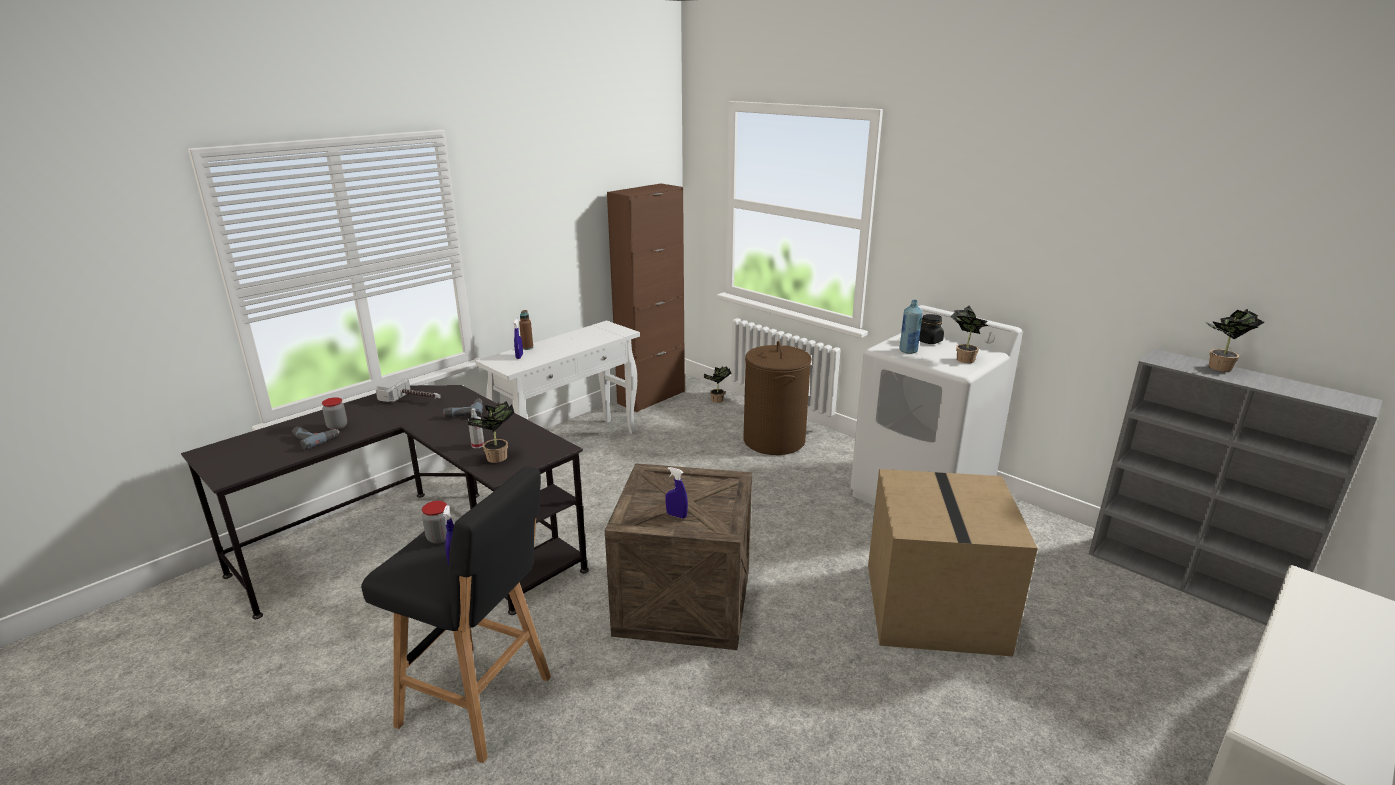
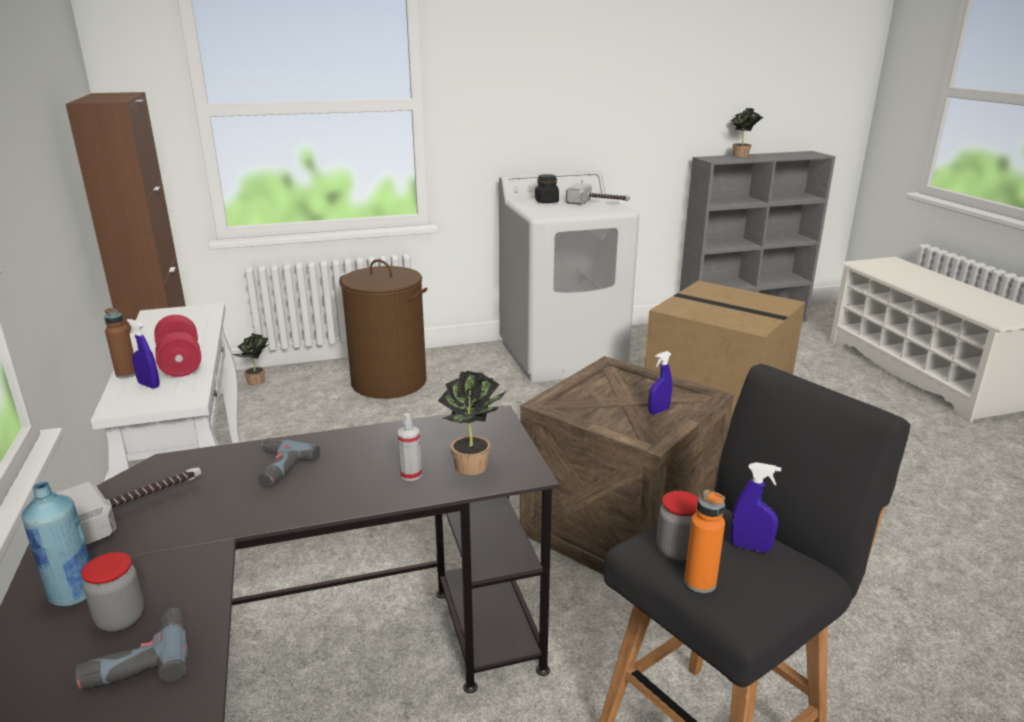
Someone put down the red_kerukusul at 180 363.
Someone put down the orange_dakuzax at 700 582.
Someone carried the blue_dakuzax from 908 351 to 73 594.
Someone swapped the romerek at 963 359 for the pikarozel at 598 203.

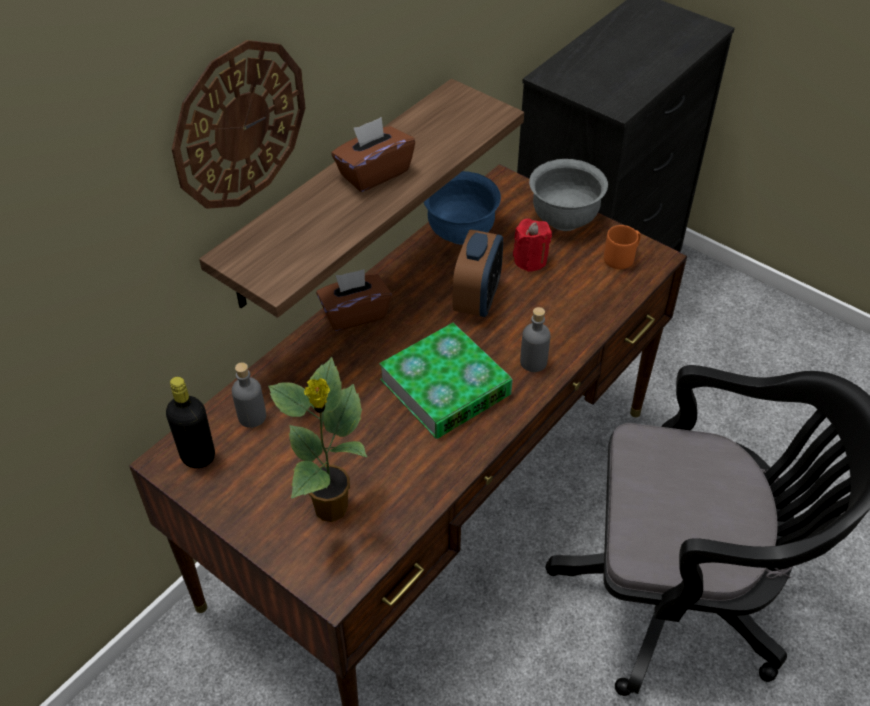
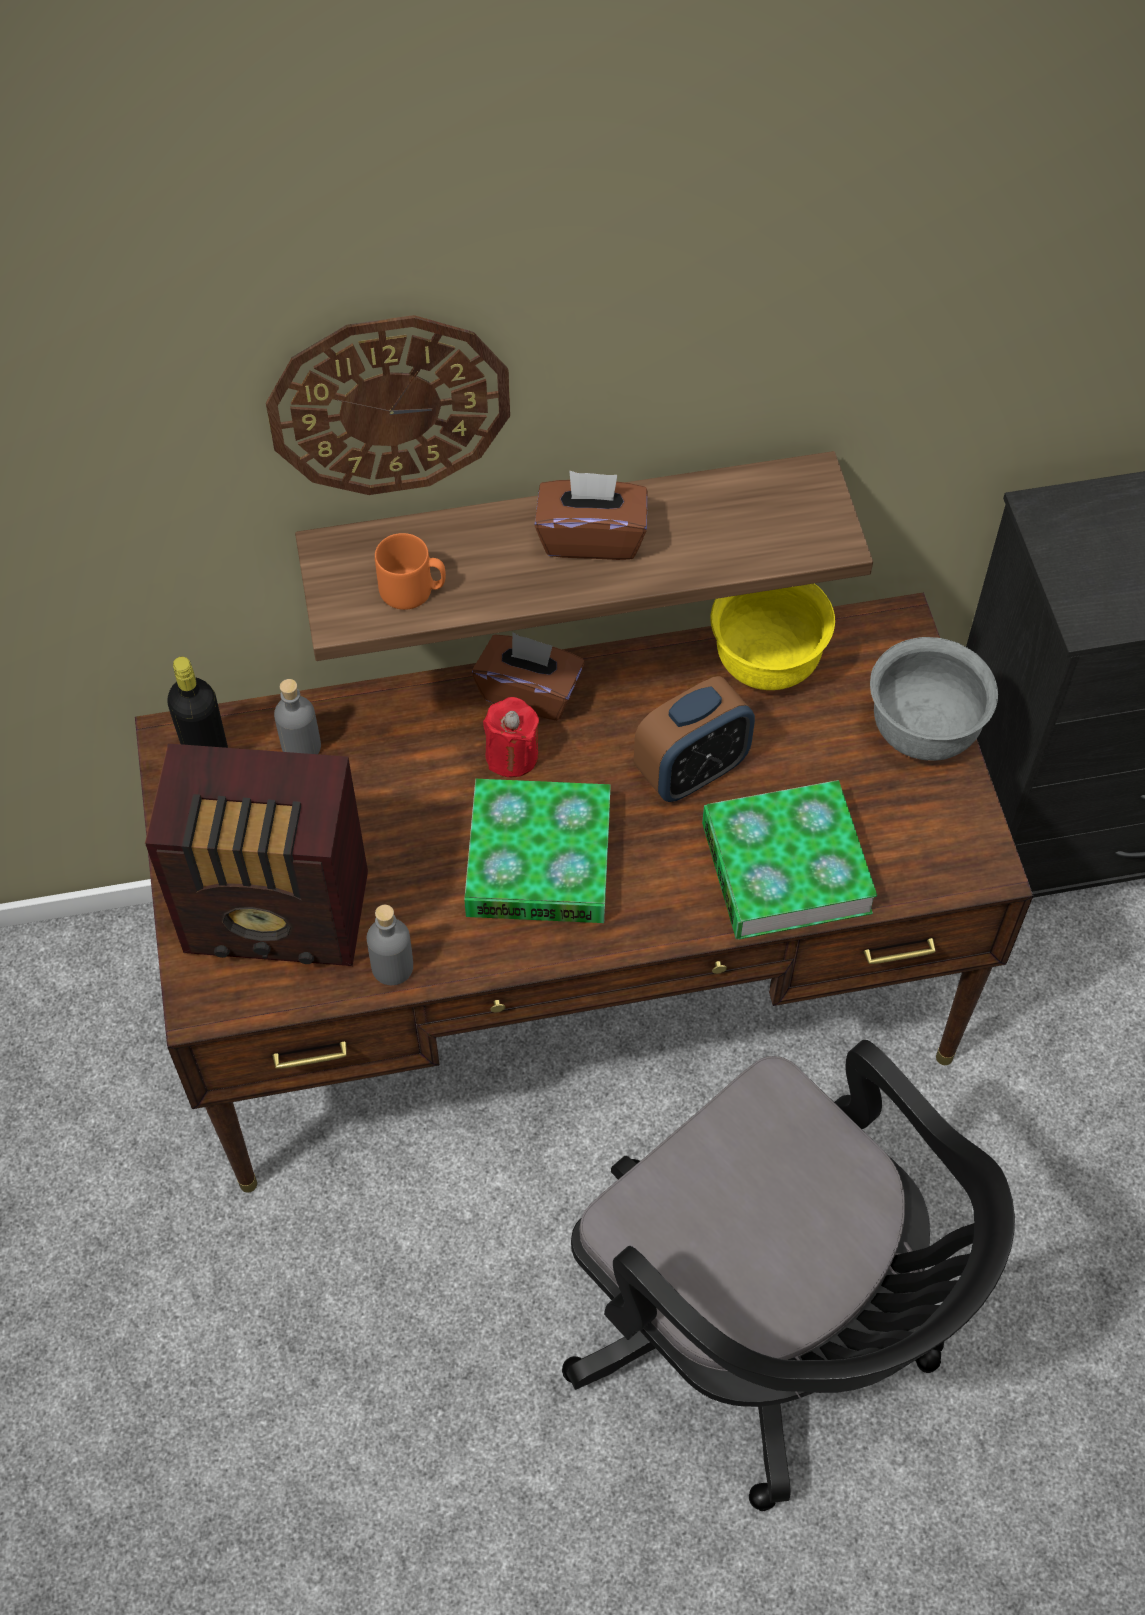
Someone put down the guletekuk at 785 868.
Someone carried the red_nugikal from 530 260 to 512 755.
Someone carried the grey_dakuzax from 533 362 to 392 967.
Someone carried the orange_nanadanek from 621 258 to 413 590.
Someone swapped the romerek at 331 510 for the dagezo at 280 917.
Someone repainted the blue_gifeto at 460 233, which became the yellow_gifeto at 766 663.

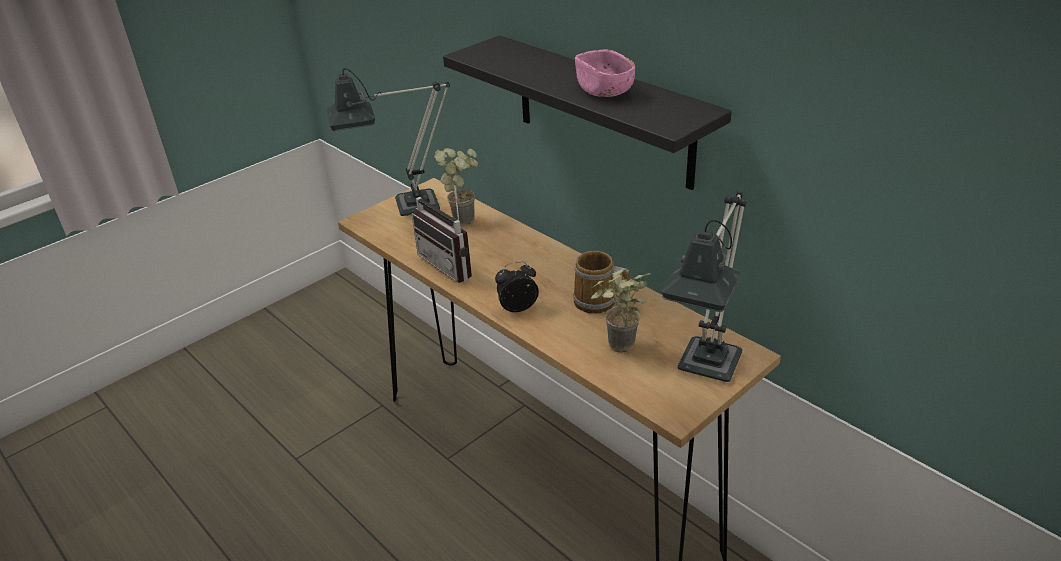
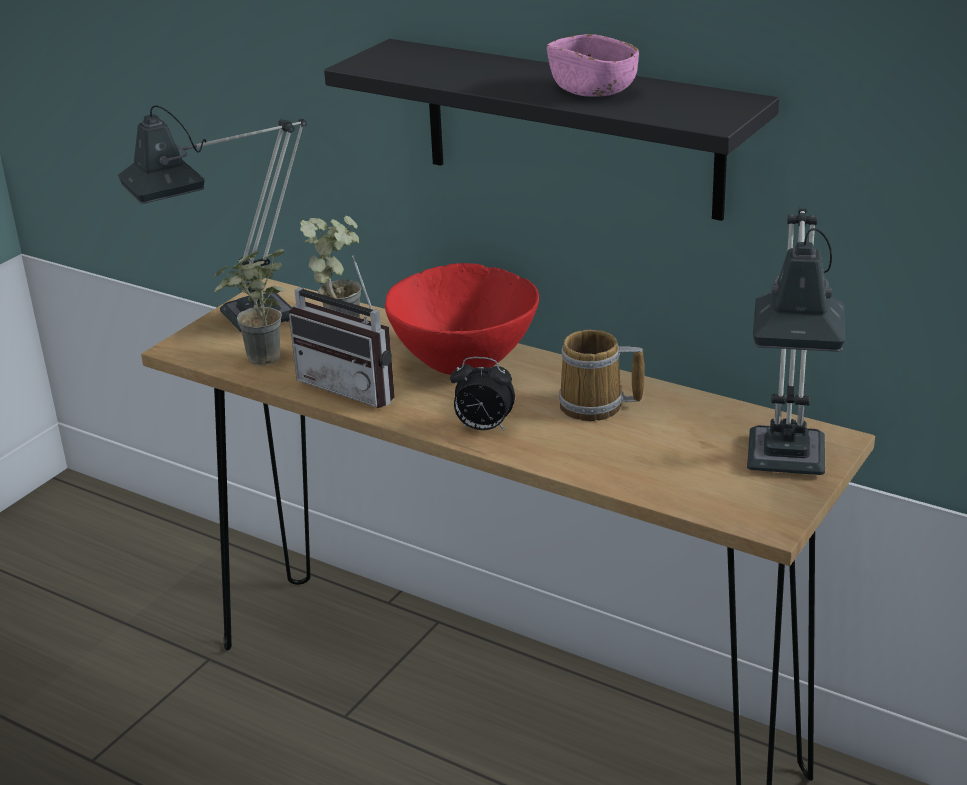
Someone put down the red_gifeto at 465 363.
Someone carried the romerek from 617 350 to 259 363.
Someone rotated the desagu at 518 307 by 135 degrees counterclockwise.

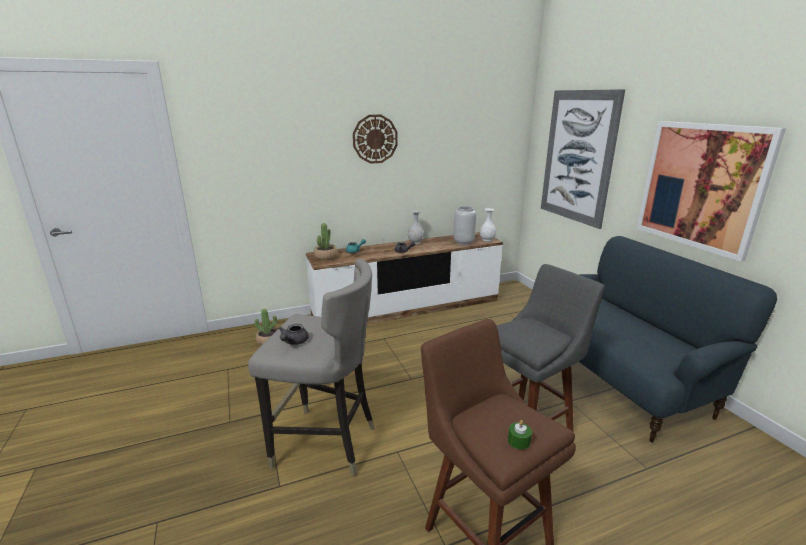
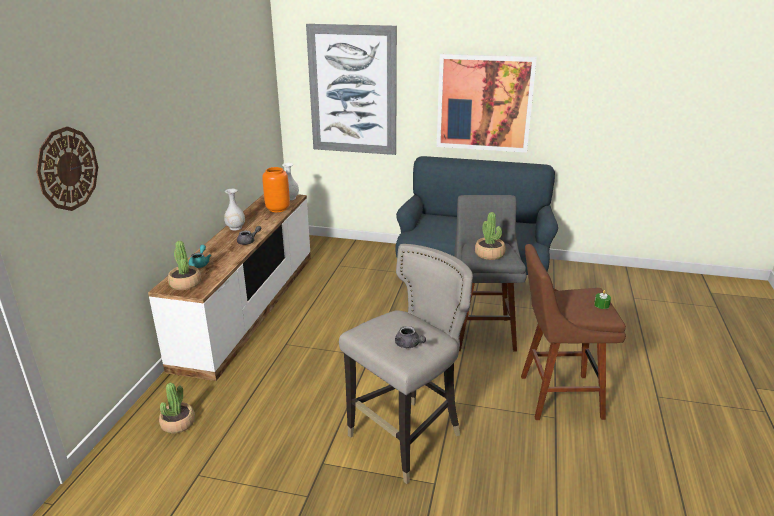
Someone put down the romerek at 489 254.
Someone carried the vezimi from 375 139 to 67 169.
Someone repainted the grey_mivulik at 463 242, which became the orange_mivulik at 277 209.

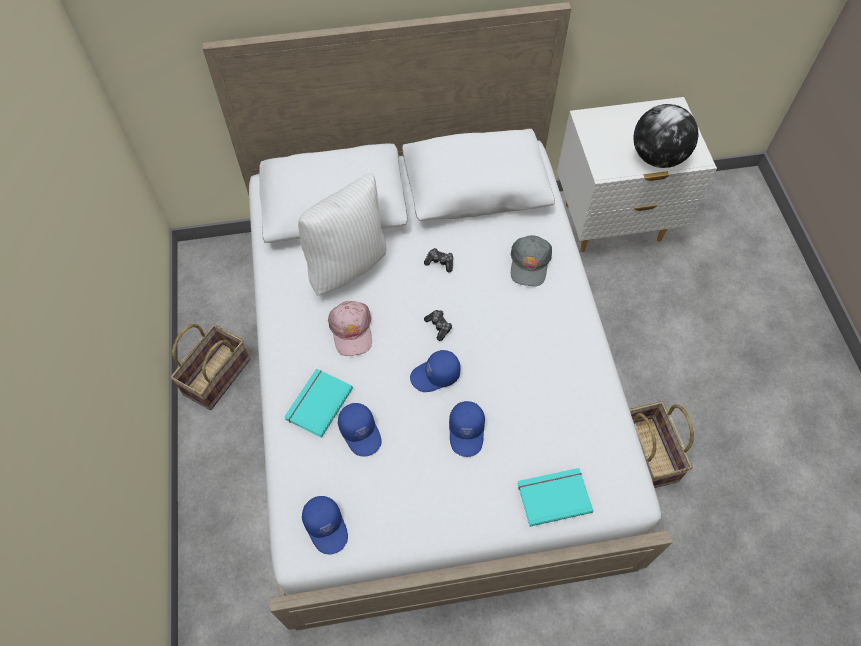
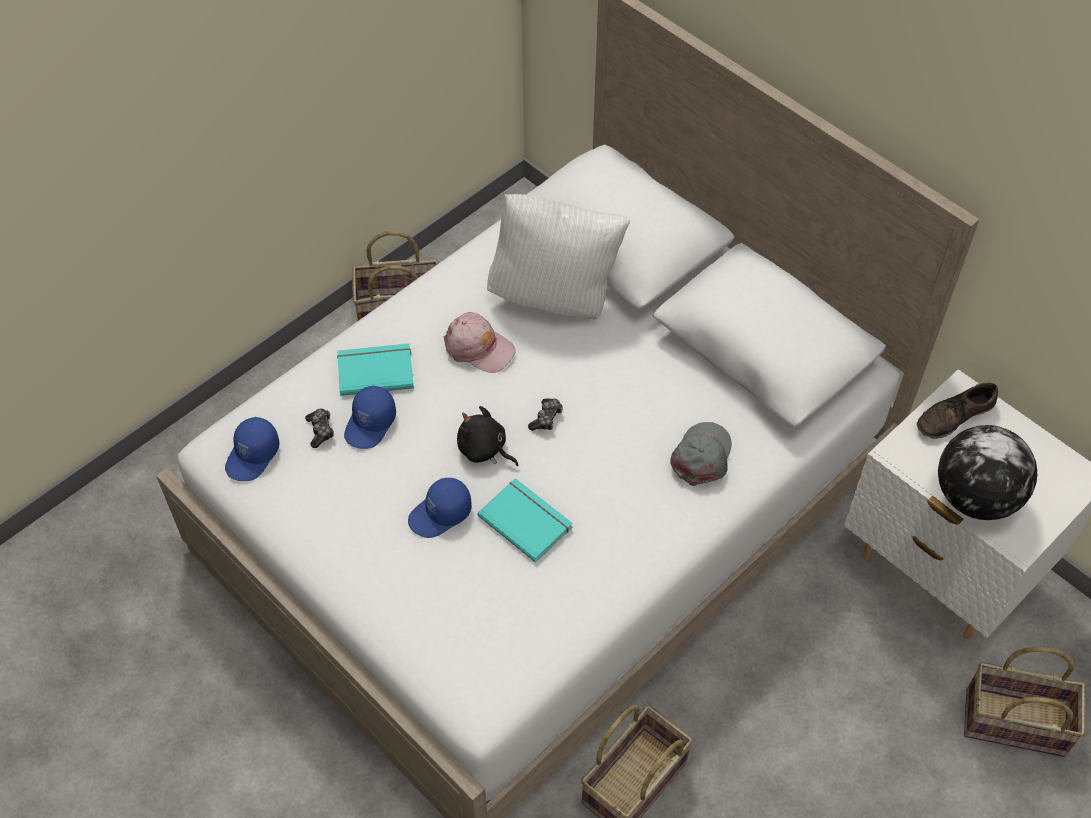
Someone put down the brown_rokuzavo at 954 416.
Someone put down the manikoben at 1014 724.
Someone carried the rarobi from 440 262 to 320 430.
Someone carried the turquoise_guletekuk from 553 495 to 526 520.
Someone swapped the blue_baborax at 435 376 for the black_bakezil at 484 449.
Someone rotated the pink_baborax at 351 330 by 105 degrees counterclockwise.
Someone rotated the grey_baborax at 529 263 by 135 degrees clockwise.

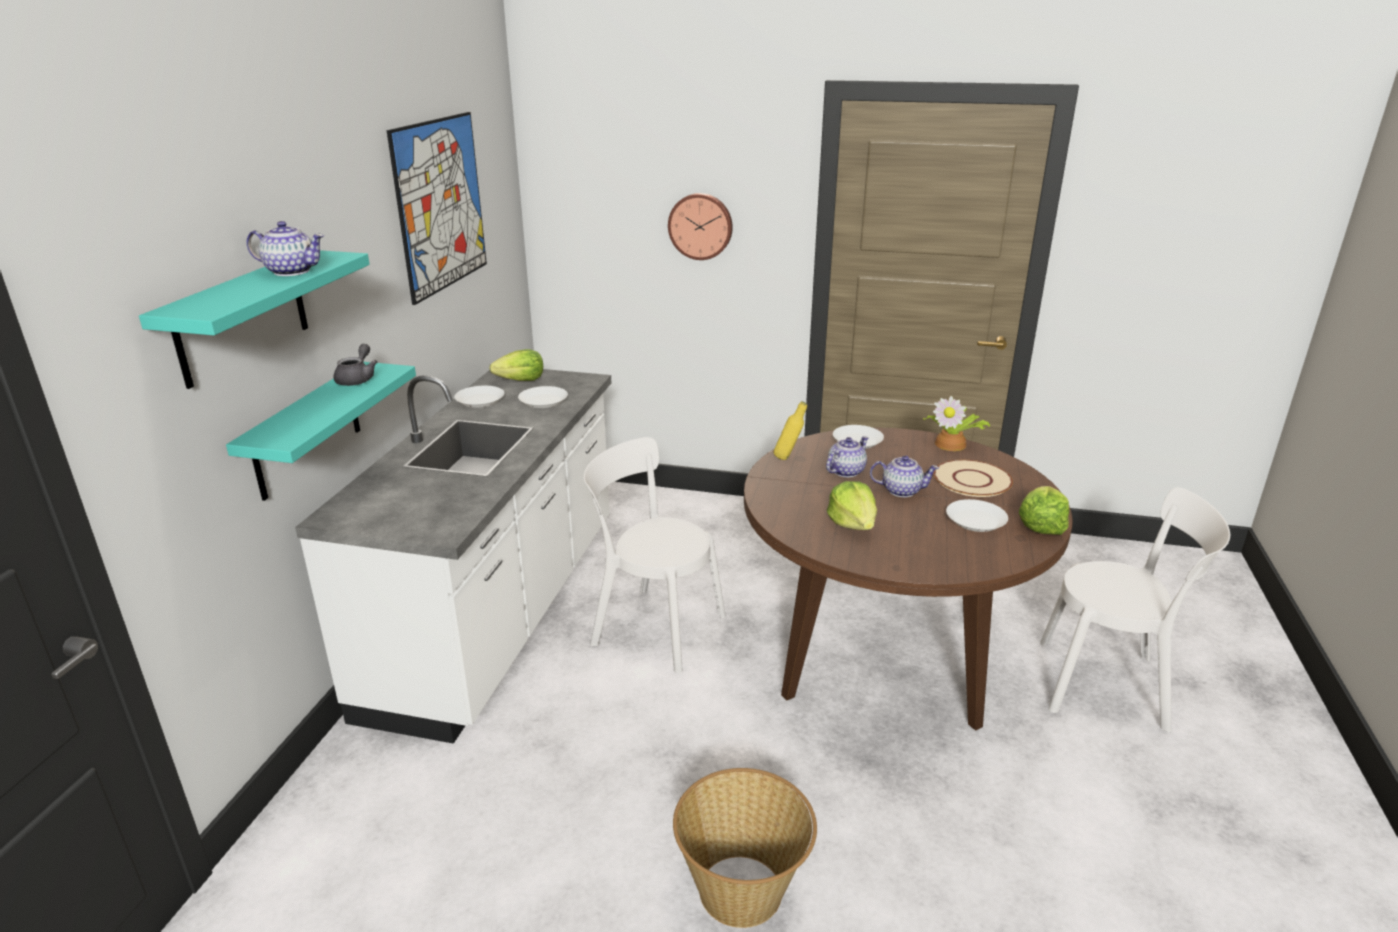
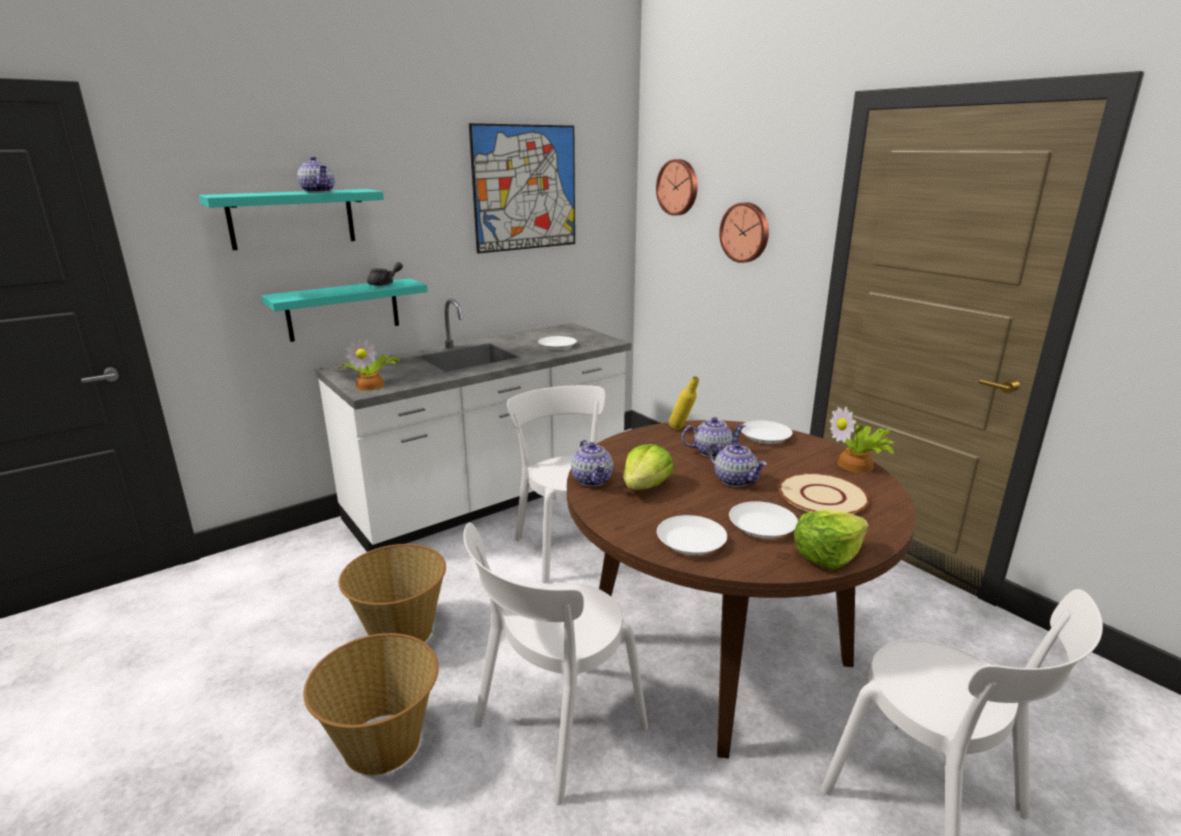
Someone took away the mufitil at 521 380.
Someone put down the romerek at 371 385.
Someone put down the manikoben at 401 631.
Someone put down the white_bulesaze at 554 730.
Someone put down the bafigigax at 592 480.
Someone put up the vezimi at 678 187.
Someone carried the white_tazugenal from 479 400 to 690 541.

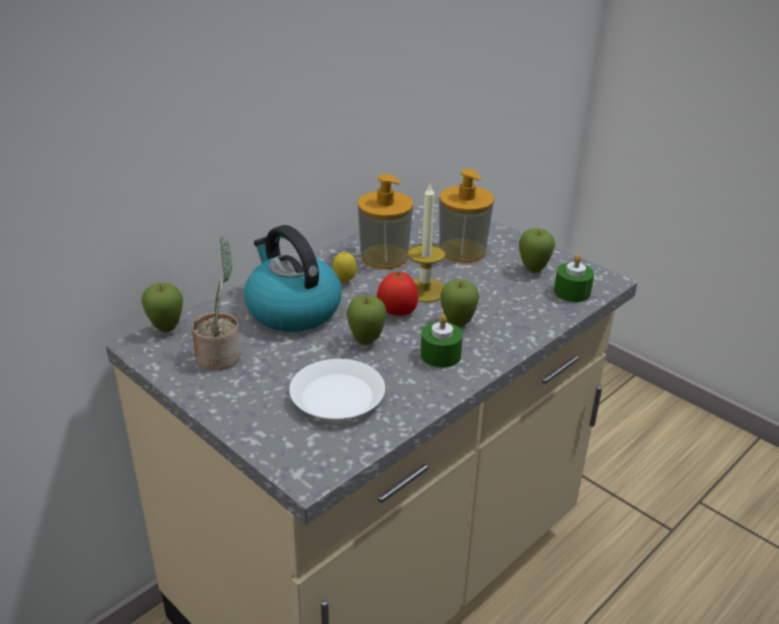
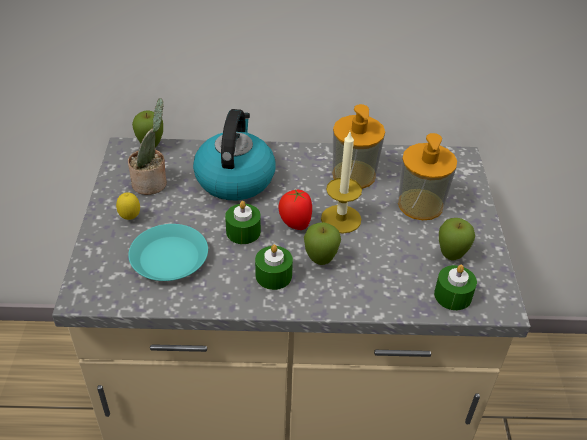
Someone carried the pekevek from 344 282 to 130 218.
Someone swapped the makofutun at 366 342 for the green_nugikal at 243 232.
Someone repainted the white_tazugenal at 337 397, which became the turquoise_tazugenal at 169 257.

